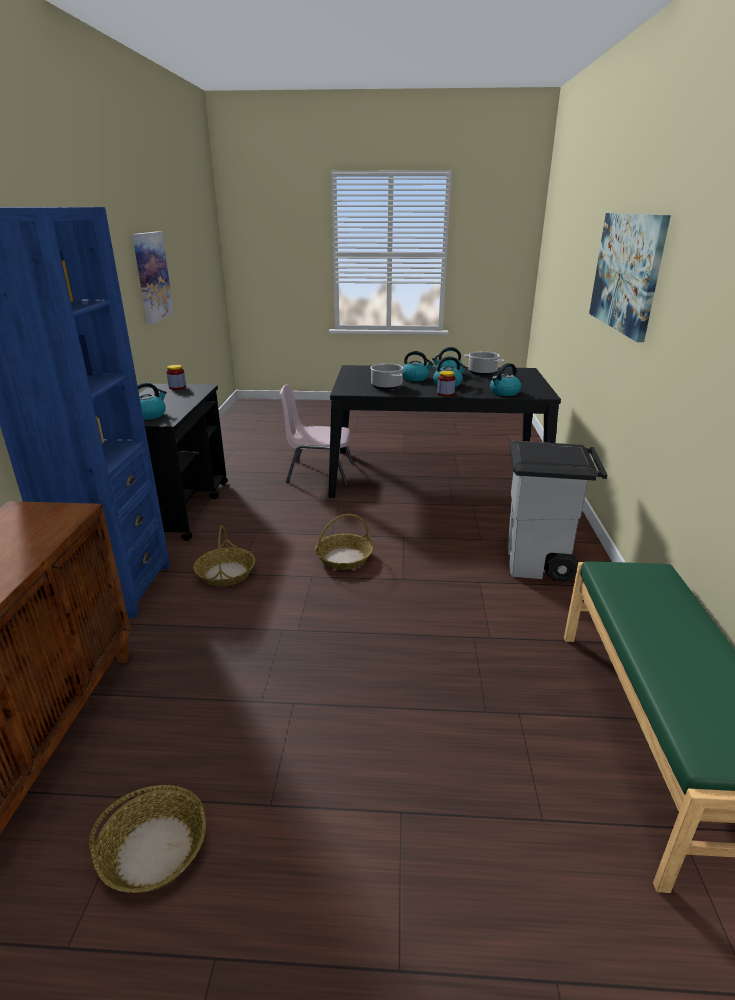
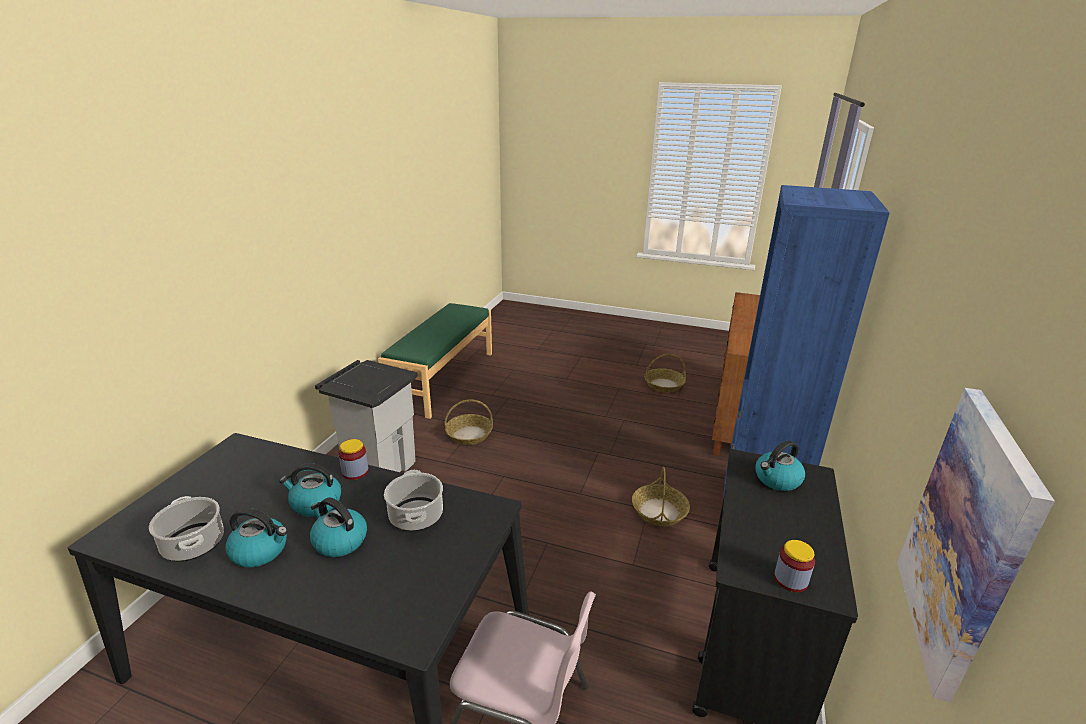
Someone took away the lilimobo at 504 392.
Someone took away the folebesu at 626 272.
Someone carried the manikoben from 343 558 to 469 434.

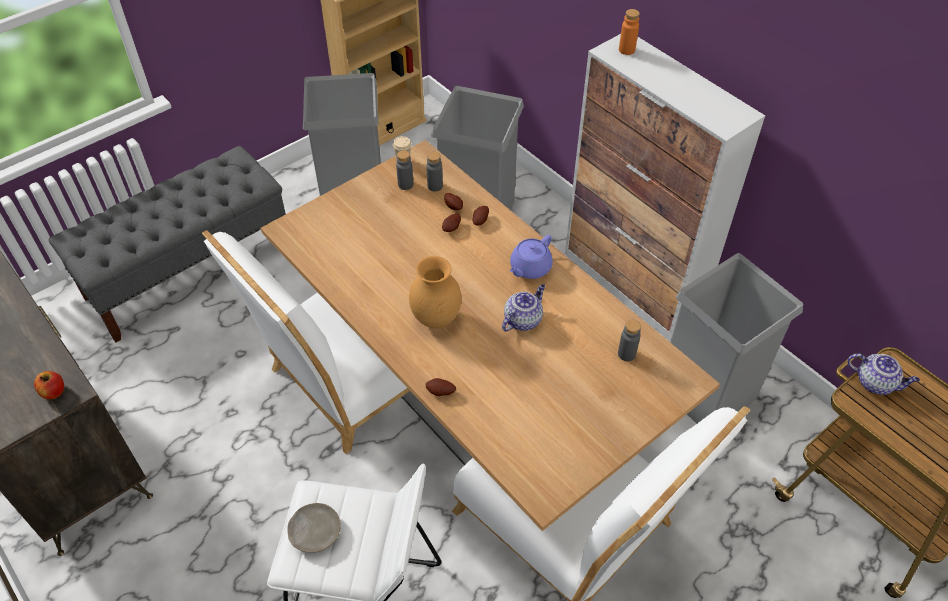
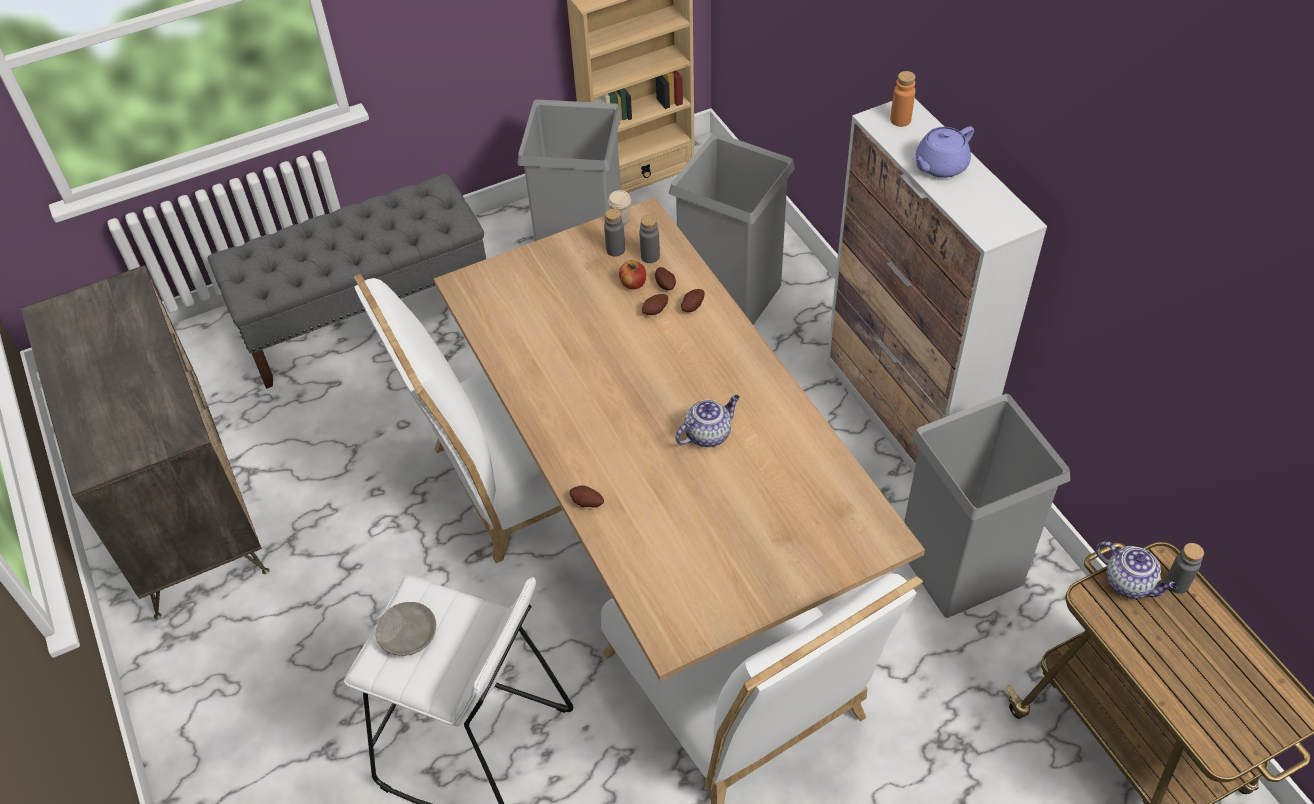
Someone took away the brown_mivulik at 436 319.
Someone carried the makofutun from 54 392 to 633 283.
Someone carried the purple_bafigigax from 529 268 to 940 166.
Someone carried the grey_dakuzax from 626 354 to 1177 583.

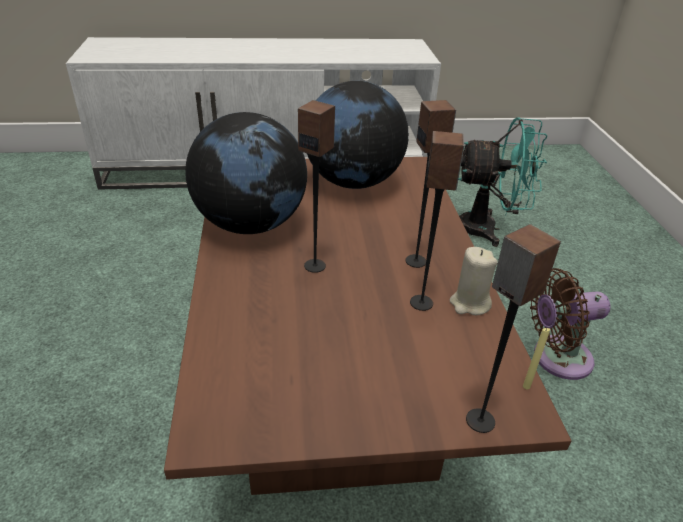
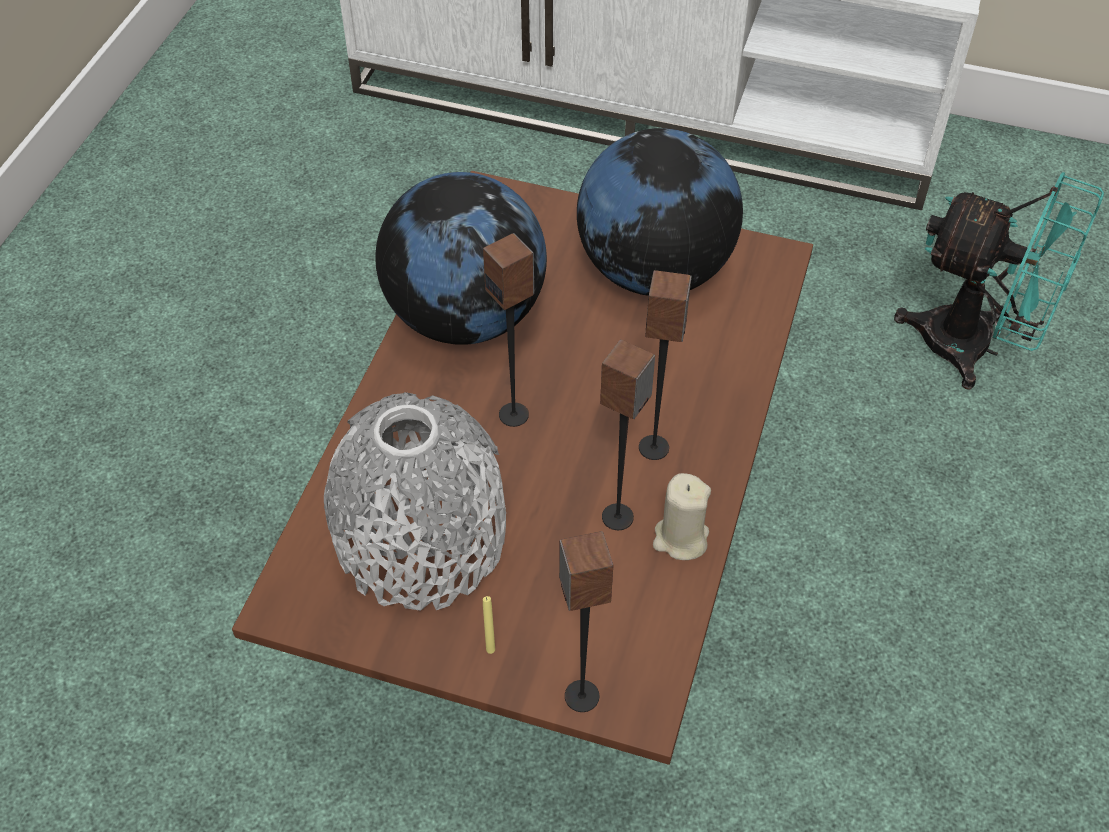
Someone took away the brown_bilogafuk at 556 358.
Someone put down the grey_mivulik at 421 541.
Someone carried the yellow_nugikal from 526 386 to 490 649.

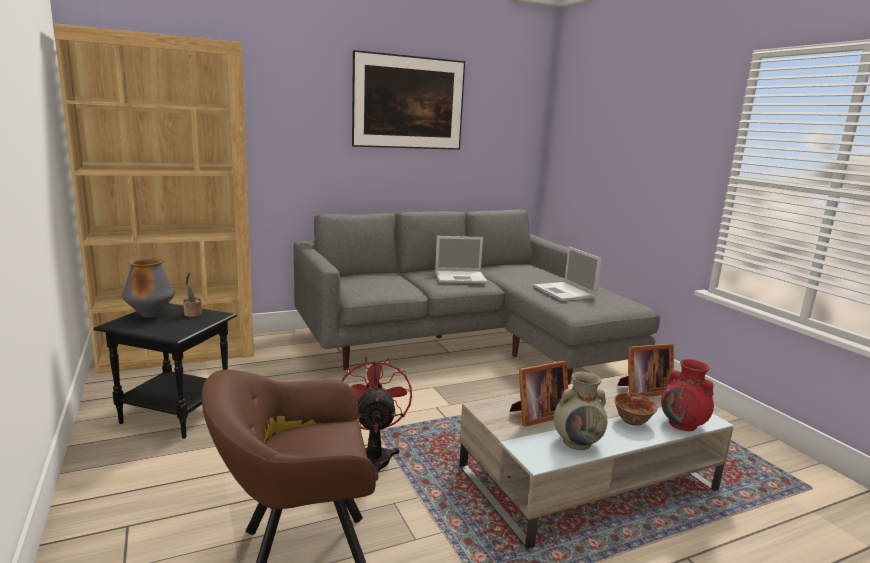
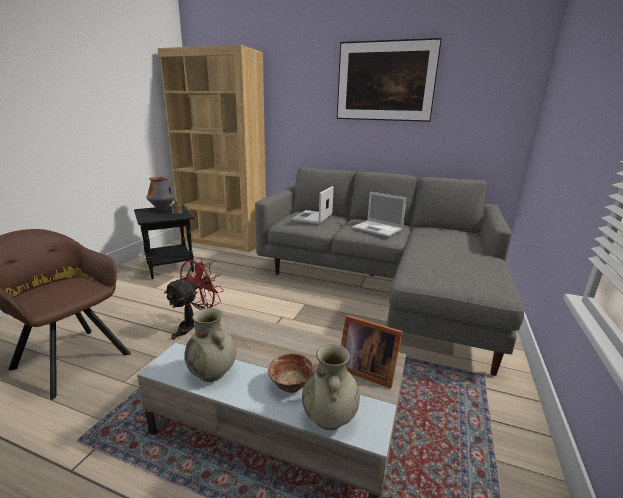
Someone took away the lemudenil at 537 416.
Someone carried the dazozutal from 565 292 to 312 218.
Someone repainted the red_mivulik at 683 425, which became the beige_mivulik at 329 418.

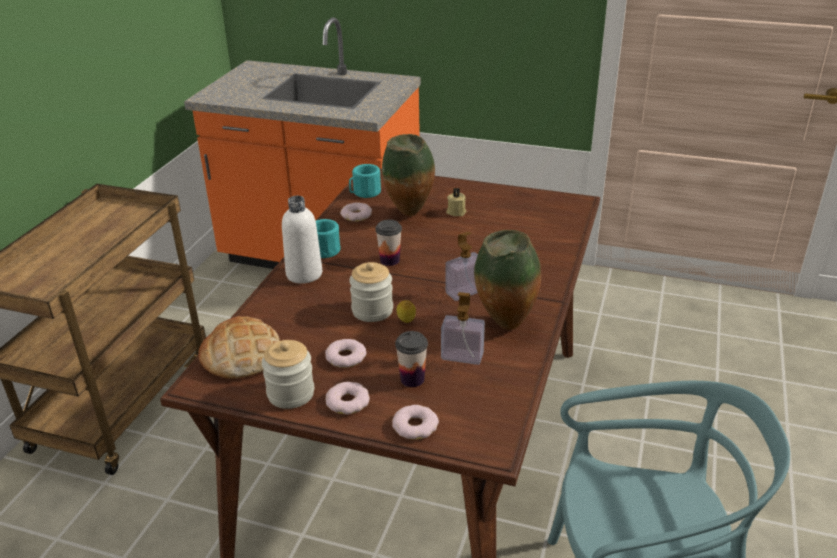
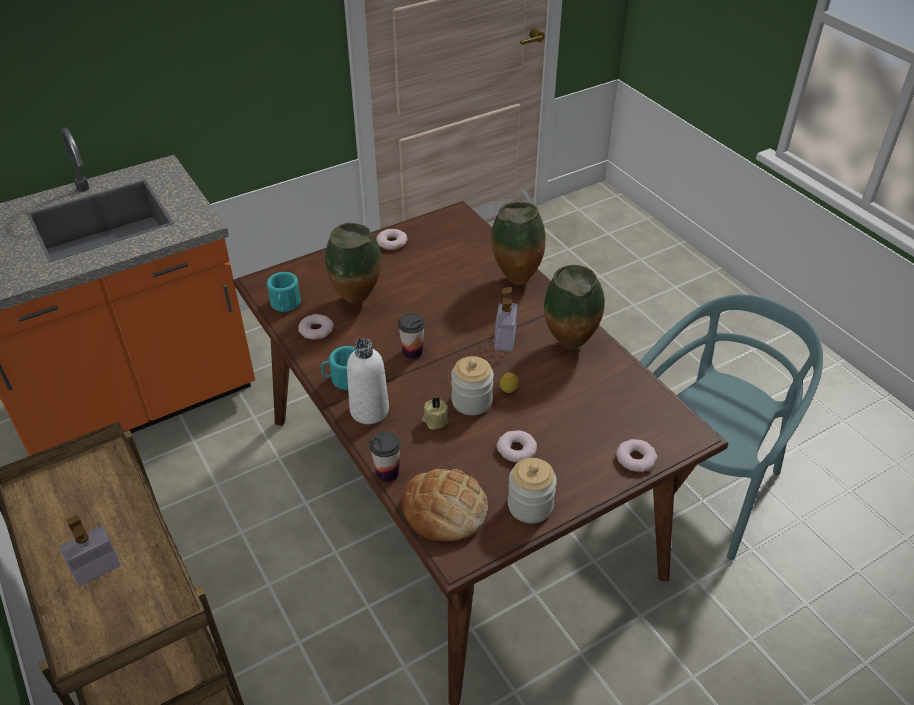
Someone put down the mivulik at 515 280.
Someone carried the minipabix from 348 402 to 392 242.
Someone carried the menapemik from 412 379 to 387 473.
Someone carried the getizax from 462 356 to 96 568.
Someone carried the beige_nugikal from 456 211 to 435 420.

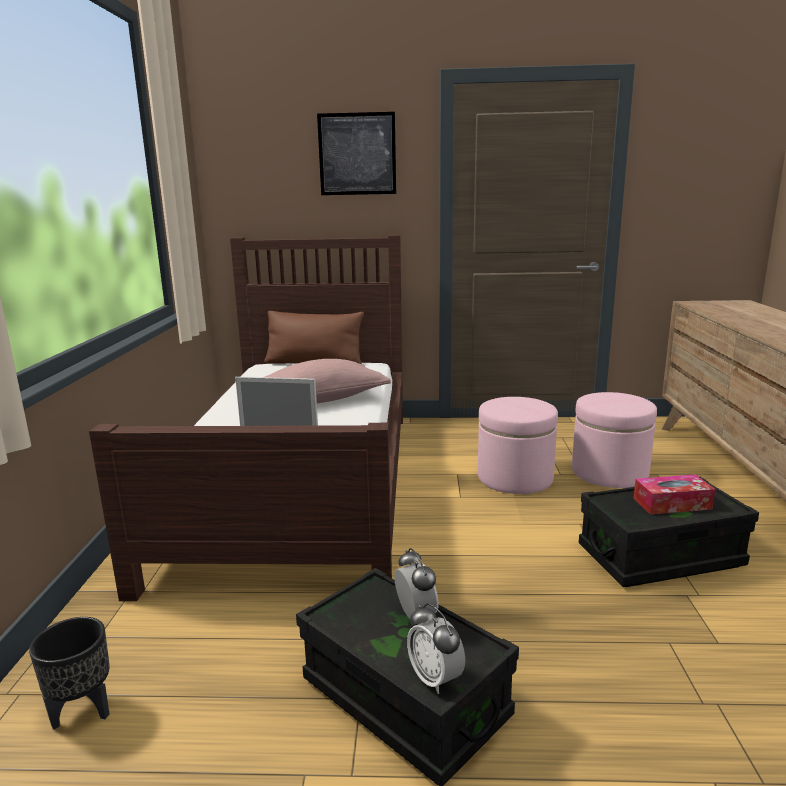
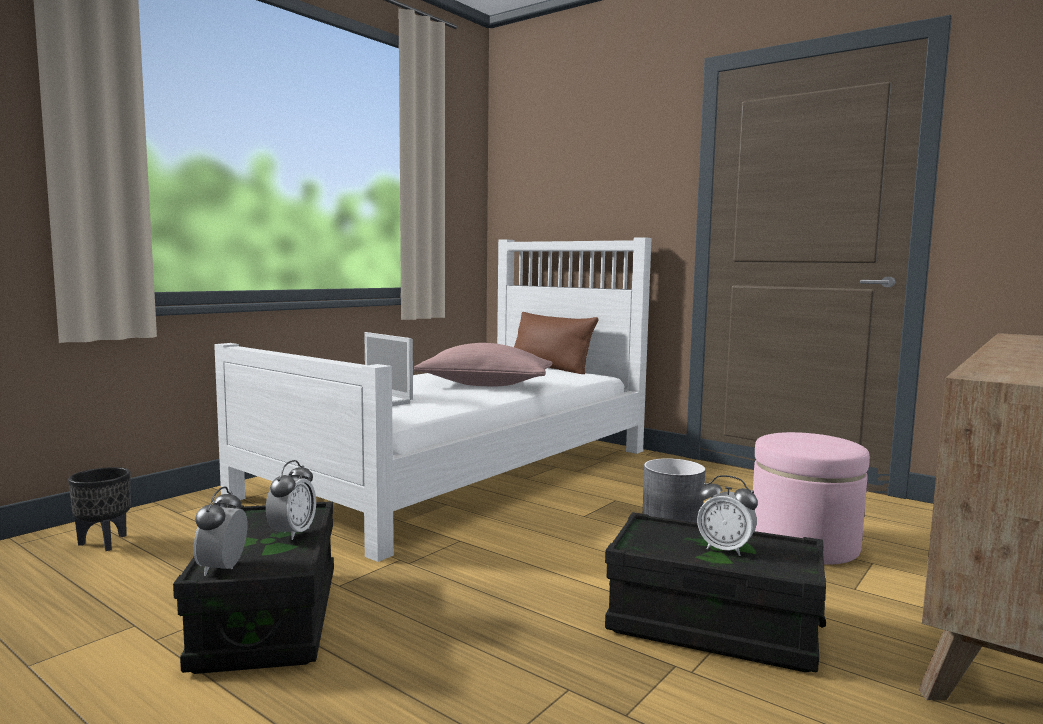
Someone took away the folebesu at 357 154.
Someone swapped the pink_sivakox at 515 478 for the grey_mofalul at 672 518.
Someone swapped the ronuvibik at 672 503 for the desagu at 725 549.
Someone repainted the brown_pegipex at 300 484, which became the white_pegipex at 461 471.

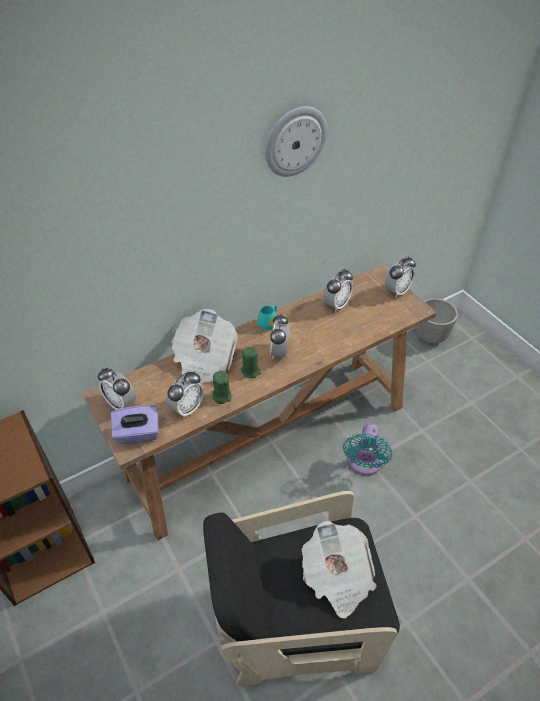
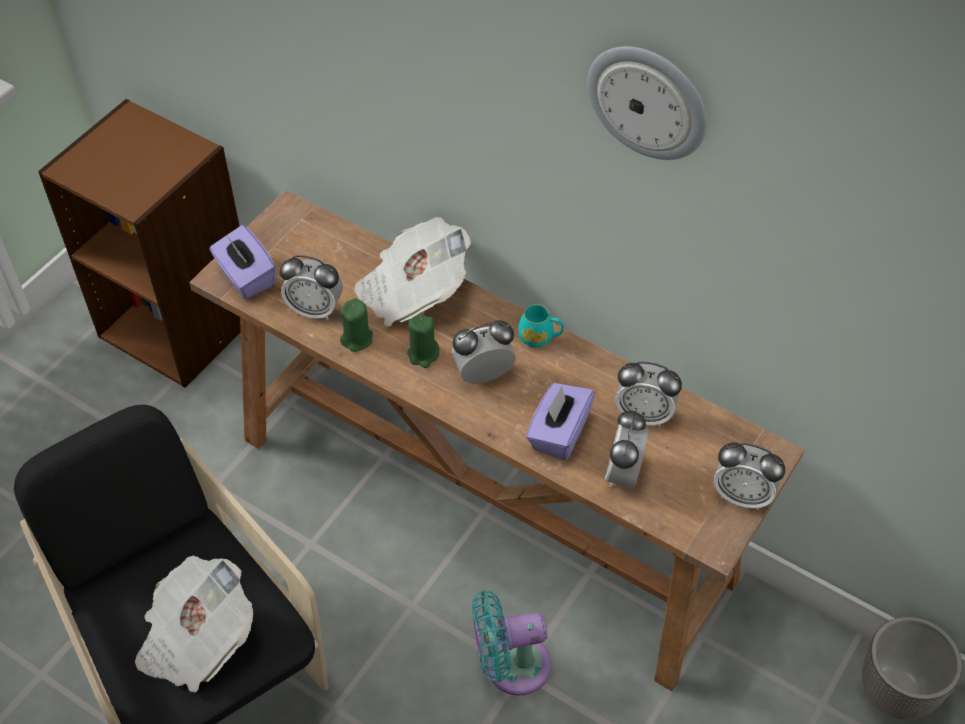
Someone put down the purple_ronuvibik at 558 433.
Someone carried the desagu from 121 403 to 624 473.

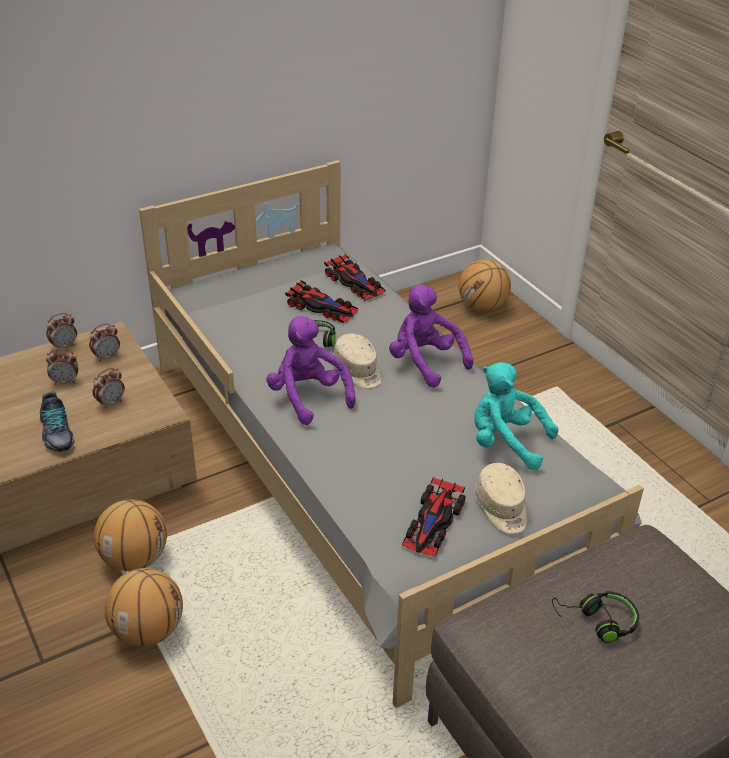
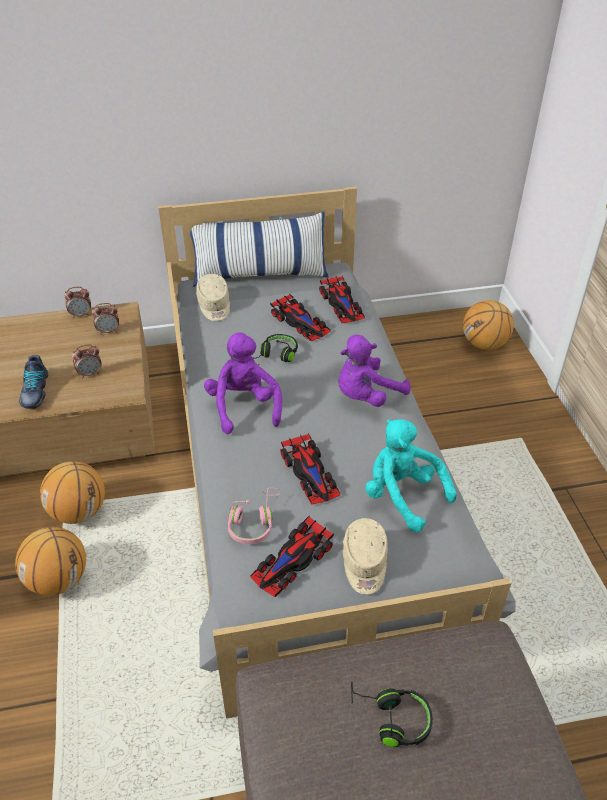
Someone took away the desagu at 65 381.
Someone put down the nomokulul at 260 274.
Someone put down the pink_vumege at 254 522.
Someone put down the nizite at 310 473.
Someone carried the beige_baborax from 358 371 to 214 306.
Someone rotated the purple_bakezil at 425 362 by 105 degrees counterclockwise.

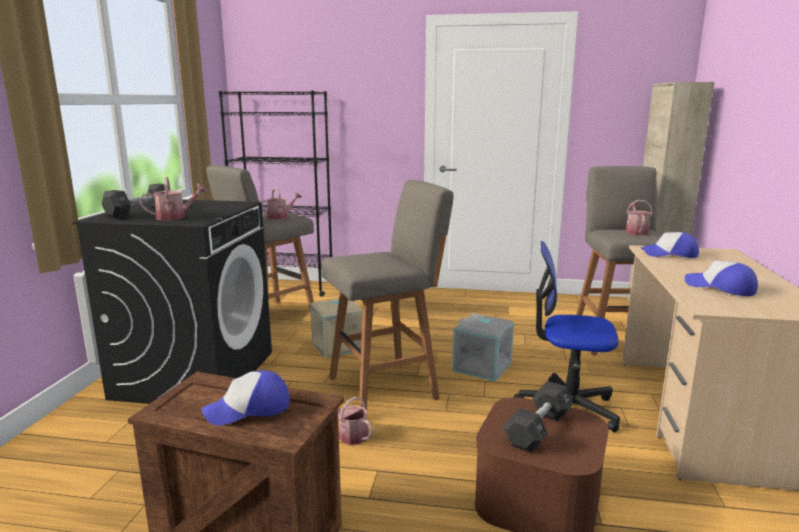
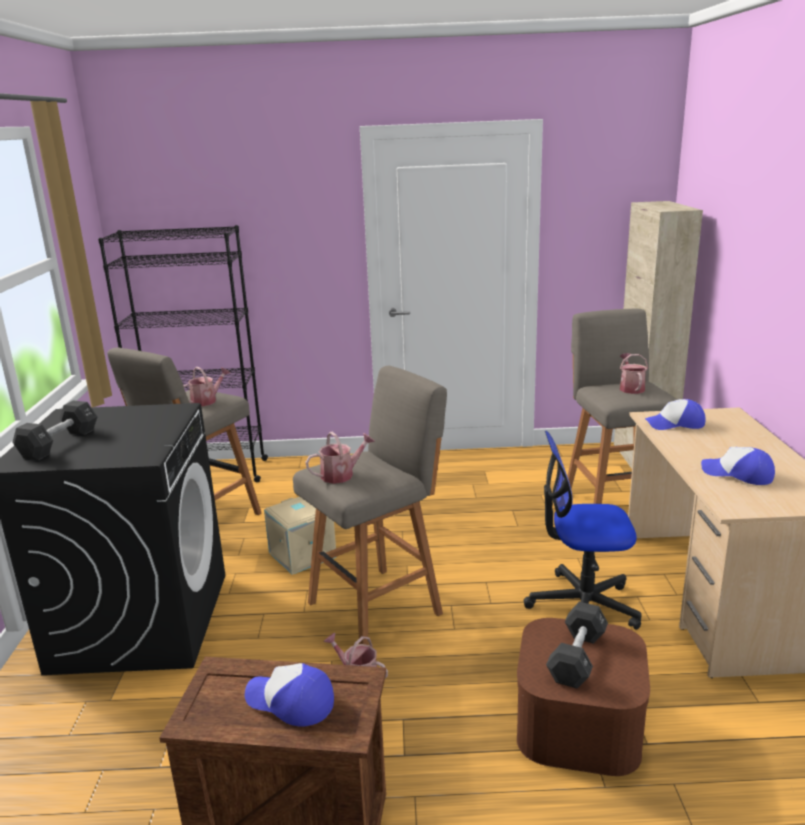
Someone took away the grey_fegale at 483 366.
Someone carried the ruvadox from 175 217 to 341 475.
Someone rotated the baborax at 248 409 by 60 degrees clockwise.

